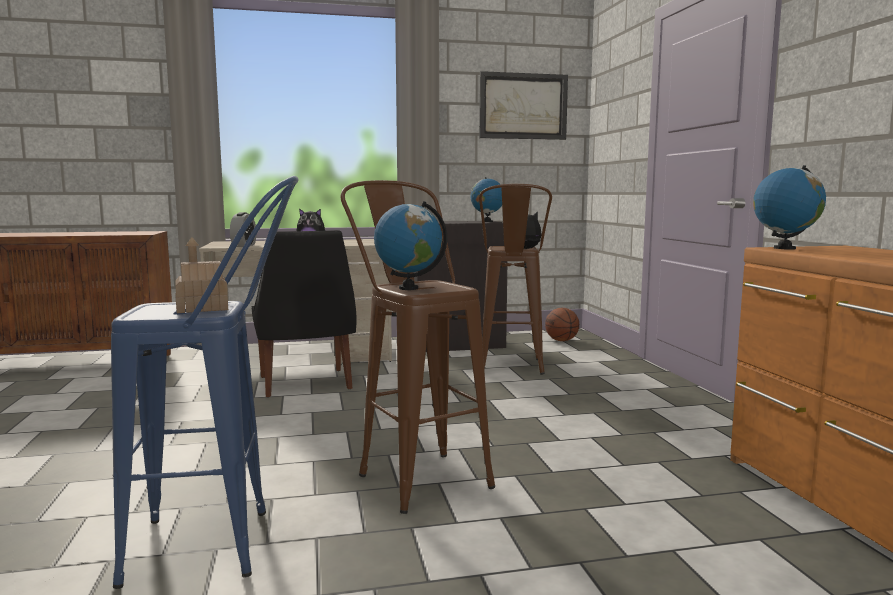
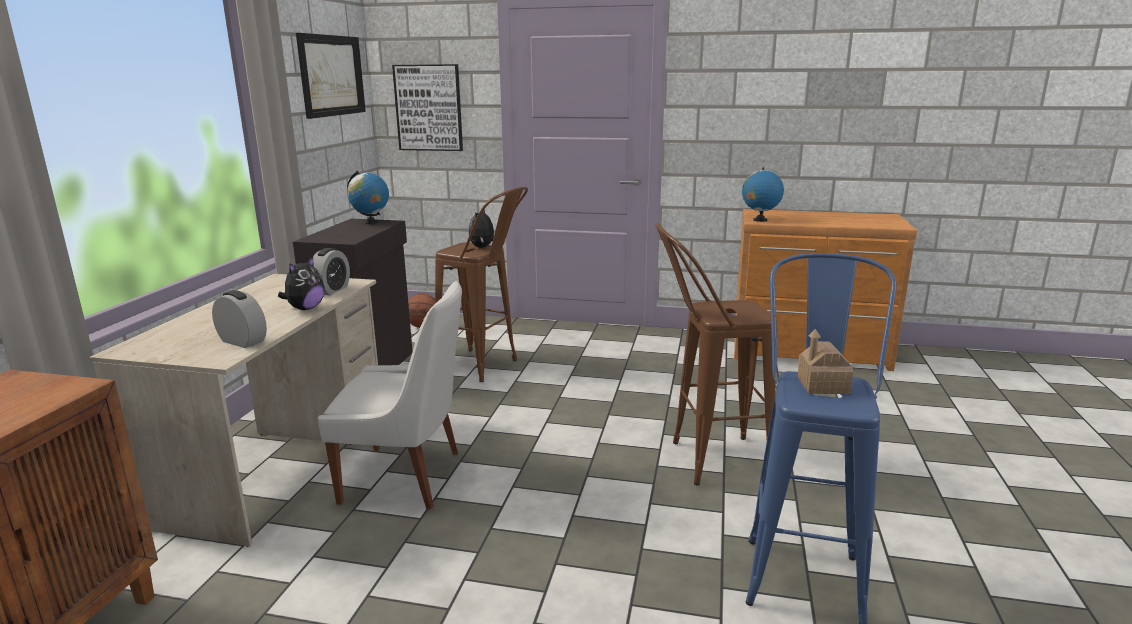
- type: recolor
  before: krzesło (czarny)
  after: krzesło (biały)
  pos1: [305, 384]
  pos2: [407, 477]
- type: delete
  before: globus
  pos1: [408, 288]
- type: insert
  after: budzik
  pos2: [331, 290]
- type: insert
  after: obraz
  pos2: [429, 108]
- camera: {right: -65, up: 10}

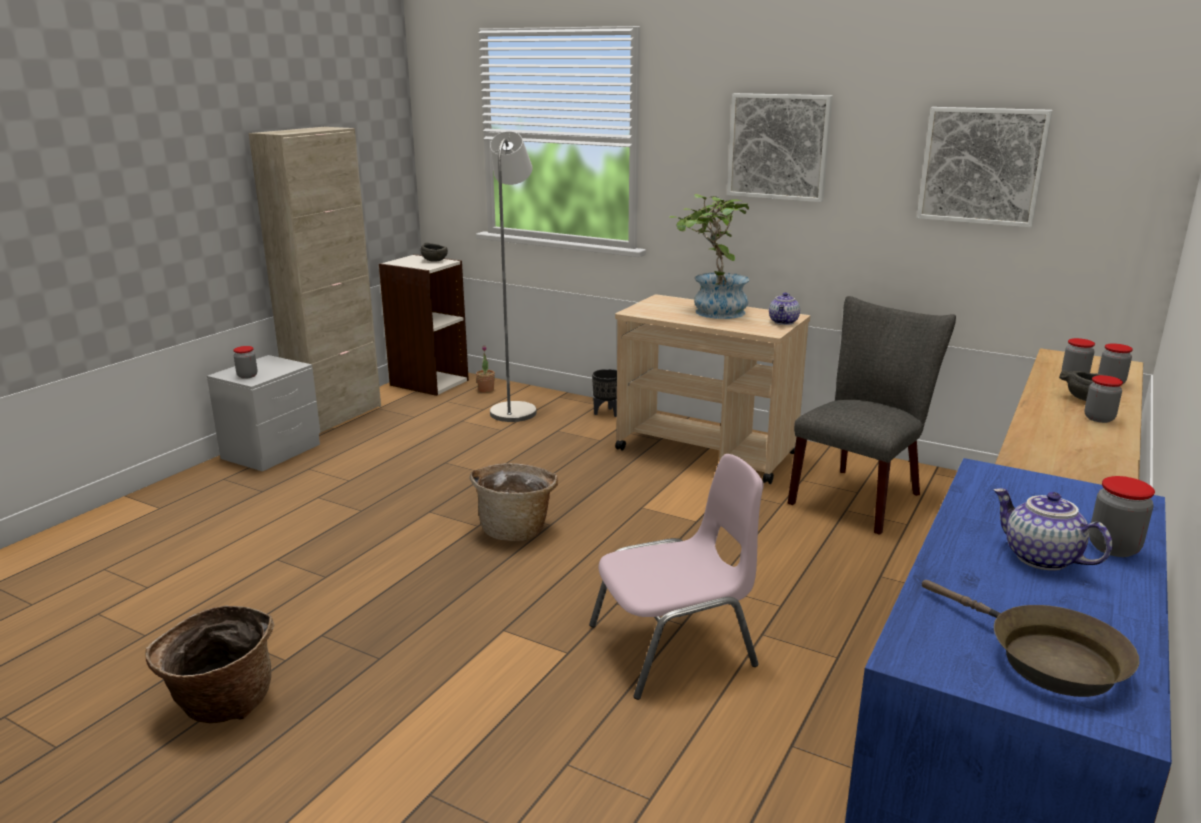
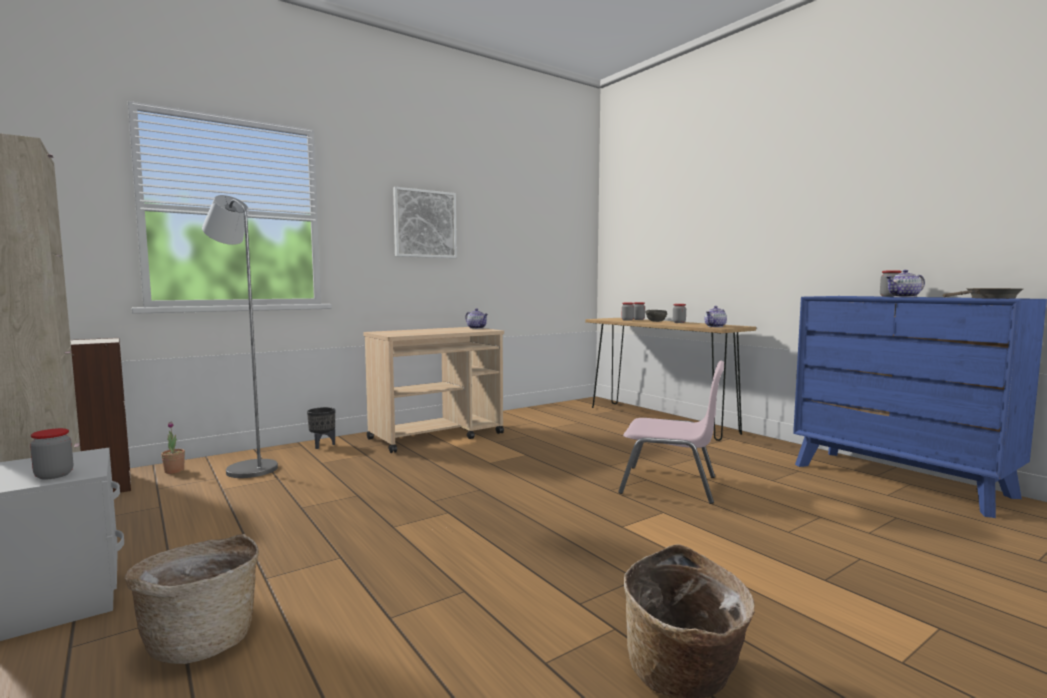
- type: delete
  before: miska (szary)
  pos1: [434, 260]
- type: move
  before: koszyk
  pos1: [516, 529]
  pos2: [202, 639]
- type: rotate
  before: krzesło (różowy)
  pos1: [675, 646]
  pos2: [670, 485]
  turn: 105
- type: delete
  before: roślina doniczkowa
  pos1: [711, 311]
- type: delete
  before: krzesło (szary)
  pos1: [860, 496]
- type: delete
  before: obraz
  pos1: [982, 166]
- type: insert
  after: imbryk
  pos2: [715, 326]
- camera: {right: -65, up: -15}

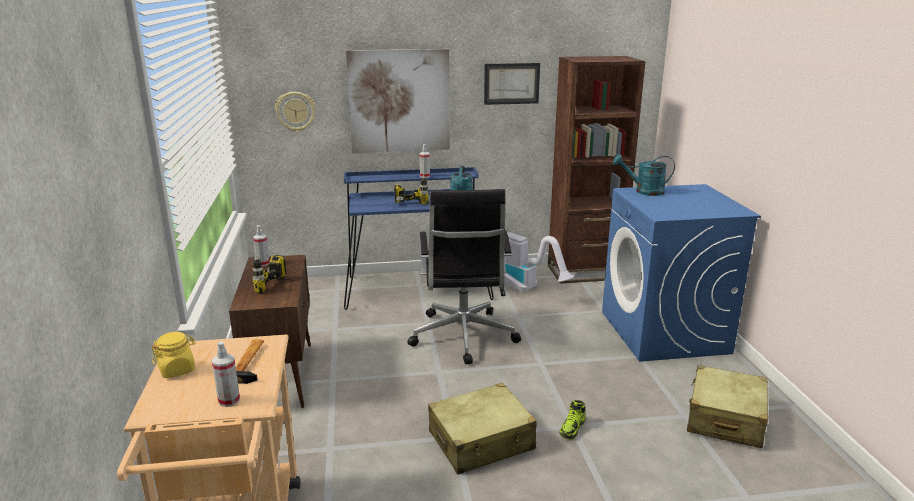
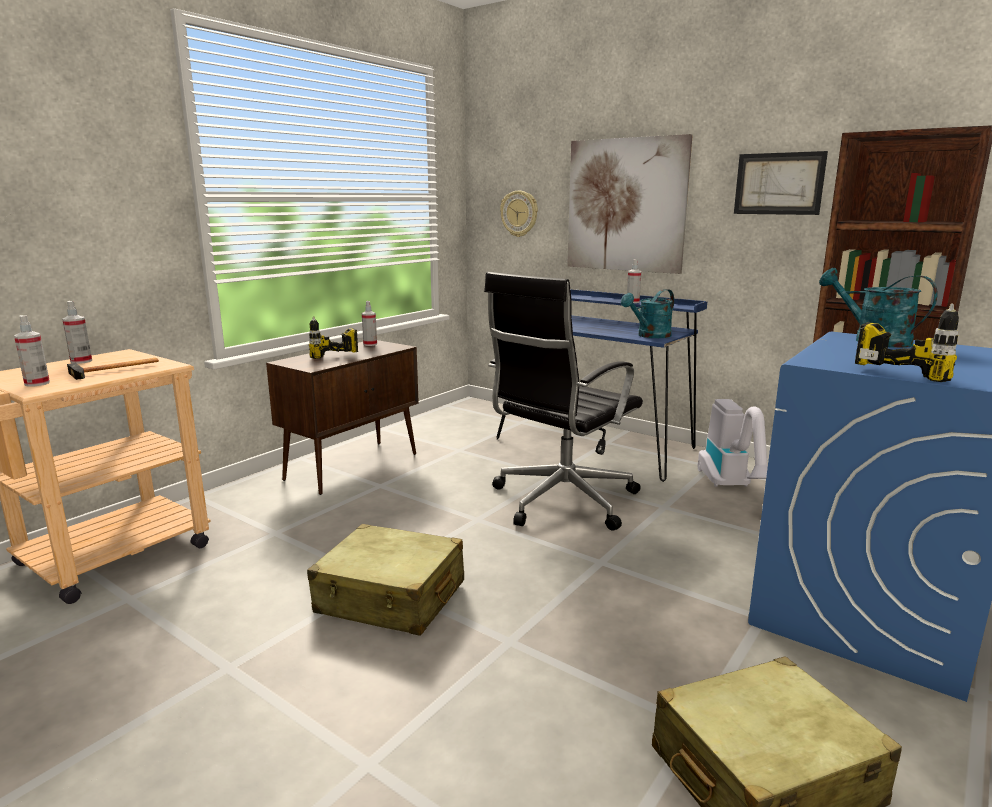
- type: replace
  before: słoik (żółty)
  after: spryskiwacz
  pos1: [177, 370]
  pos2: [81, 361]
- type: move
  before: wiertarka
  pos1: [412, 200]
  pos2: [910, 370]
- type: delete
  before: but
  pos1: [572, 429]
- camera: {right: 45, up: -5}

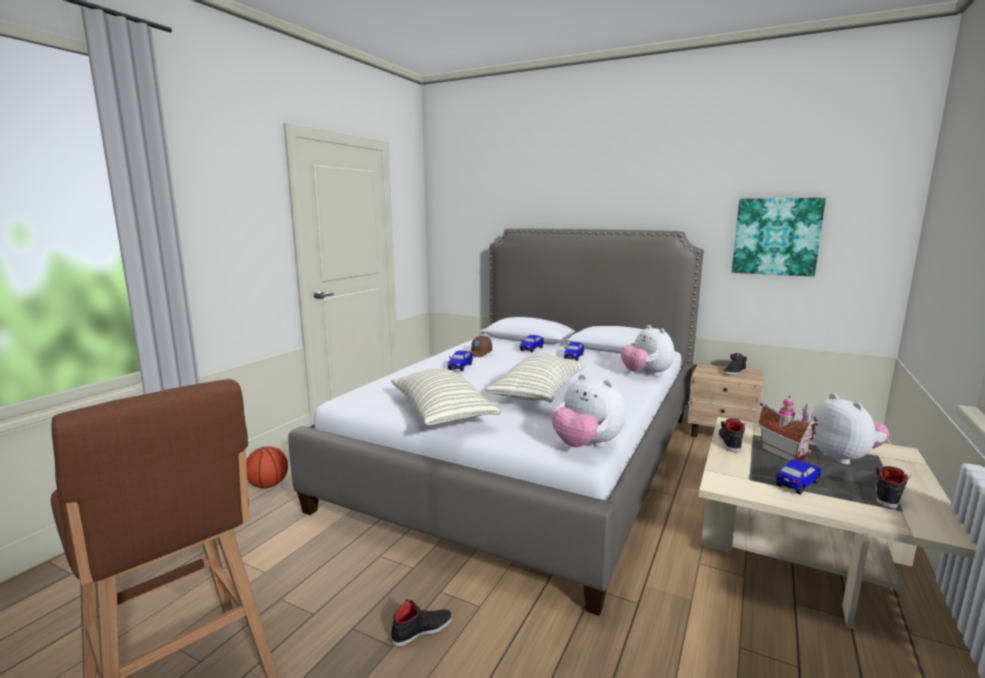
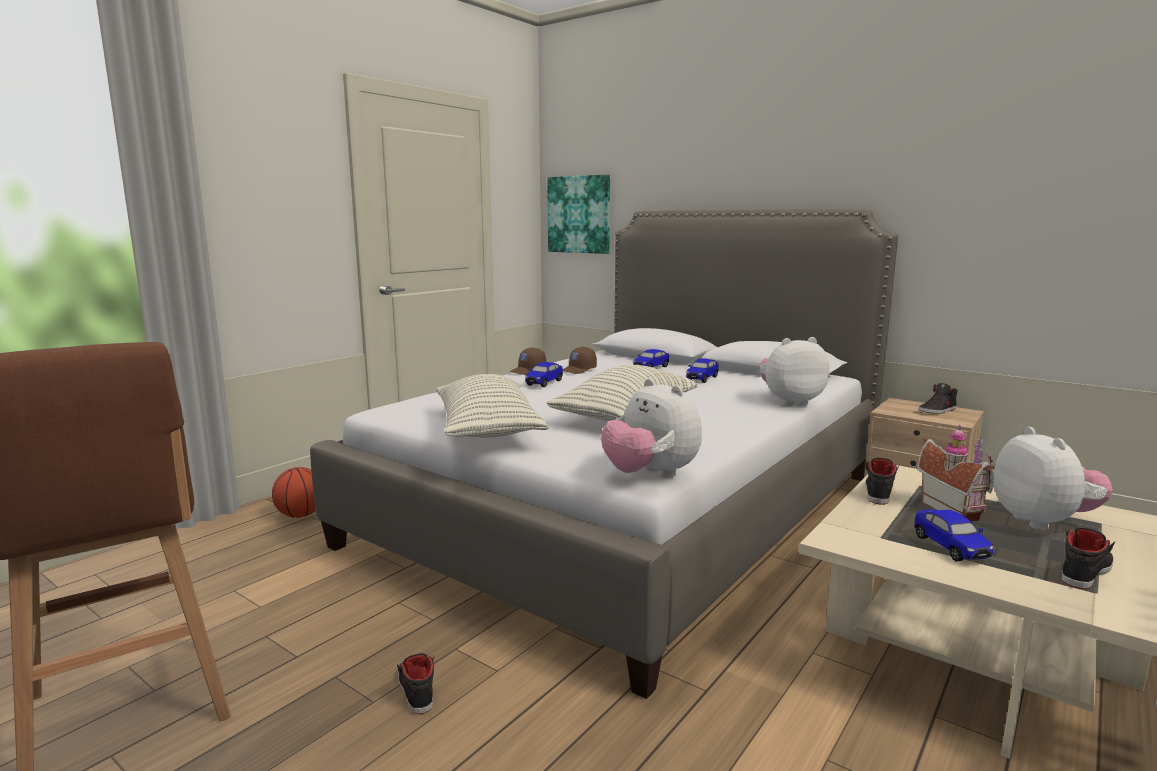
- type: rotate
  before: but (czarny)
  pos1: [422, 630]
  pos2: [415, 688]
  turn: -90
- type: rotate
  before: pluszak
  pos1: [646, 374]
  pos2: [790, 402]
  turn: 90
- type: move
  before: obraz
  pos1: [776, 236]
  pos2: [579, 214]
- type: rotate
  before: samochodzik
  pos1: [797, 484]
  pos2: [950, 547]
  turn: 105
- type: insert
  after: czapka z daszkiem (brązowy)
  pos2: [528, 371]
- camera: {right: 10, up: 0}

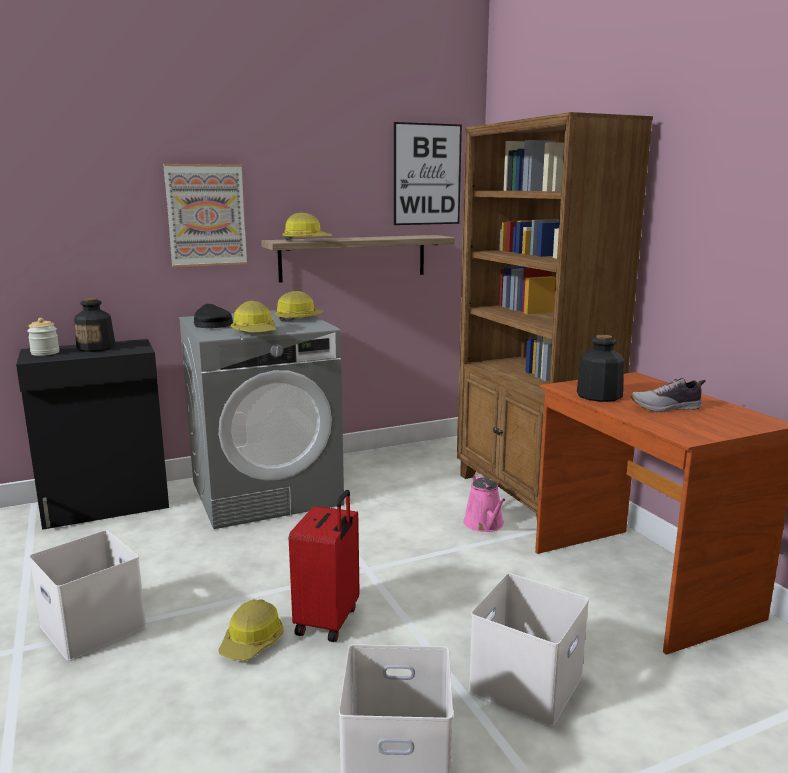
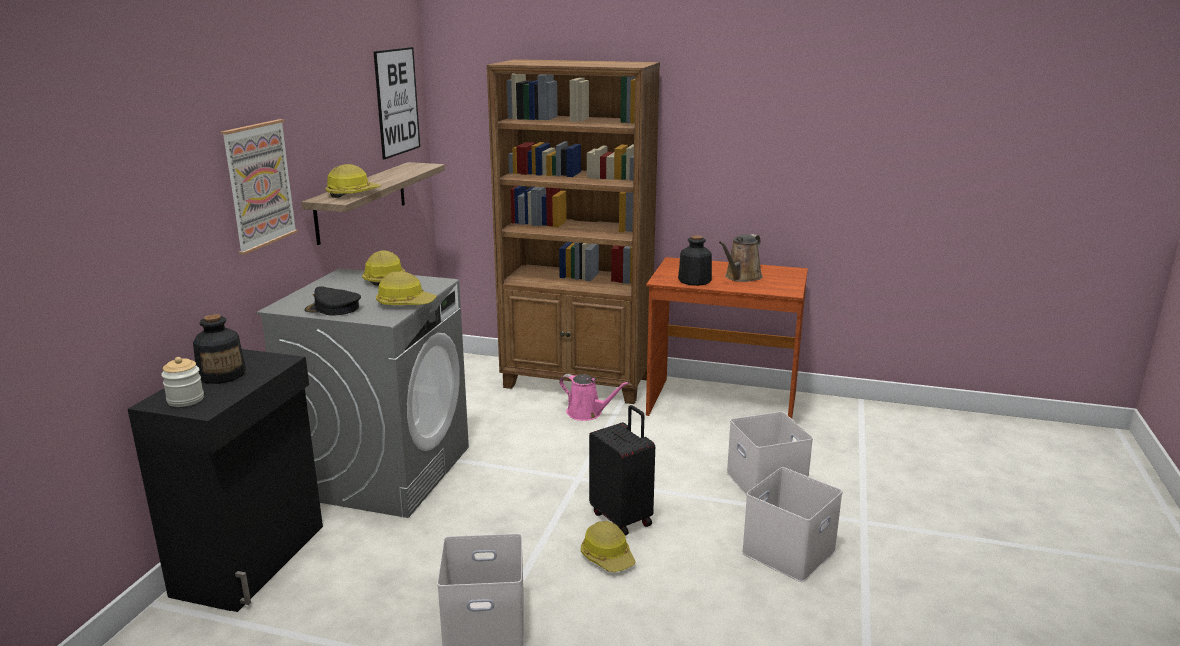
- type: recolor
  before: walizka (czerwony)
  after: walizka (czarny)
  pos1: [329, 621]
  pos2: [622, 518]
- type: replace
  before: but
  after: konewka (brązowy)
  pos1: [666, 408]
  pos2: [741, 277]
- camera: {right: -50, up: 5}

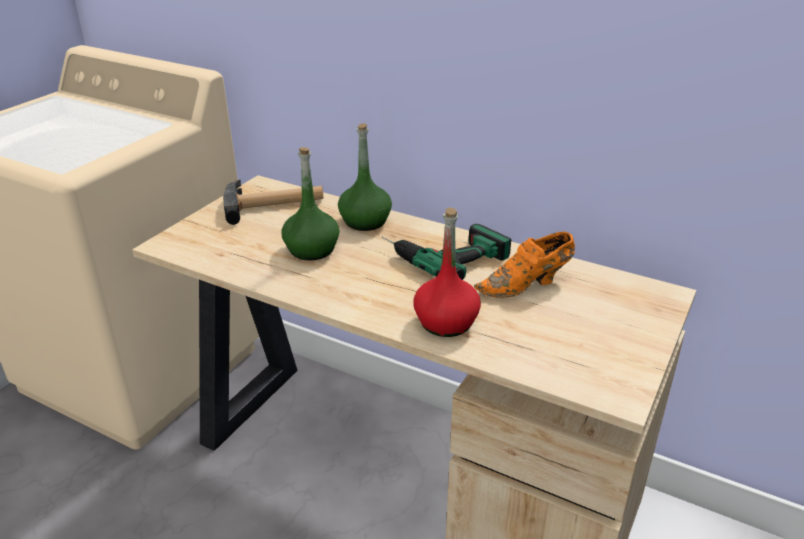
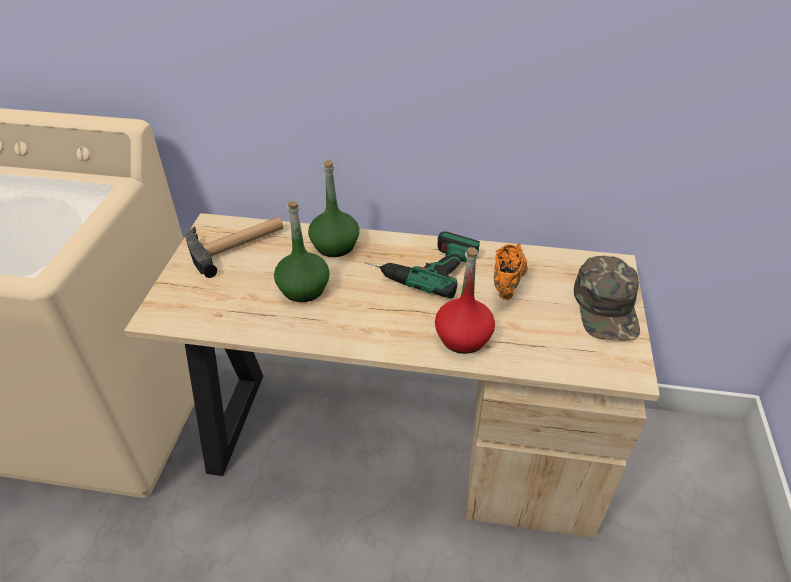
- type: rotate
  before: but (pomarańczowy)
  pos1: [527, 285]
  pos2: [507, 282]
  turn: 150
- type: insert
  after: czapka z daszkiem (zielony)
  pos2: [607, 307]
- camera: {right: -20, up: 10}

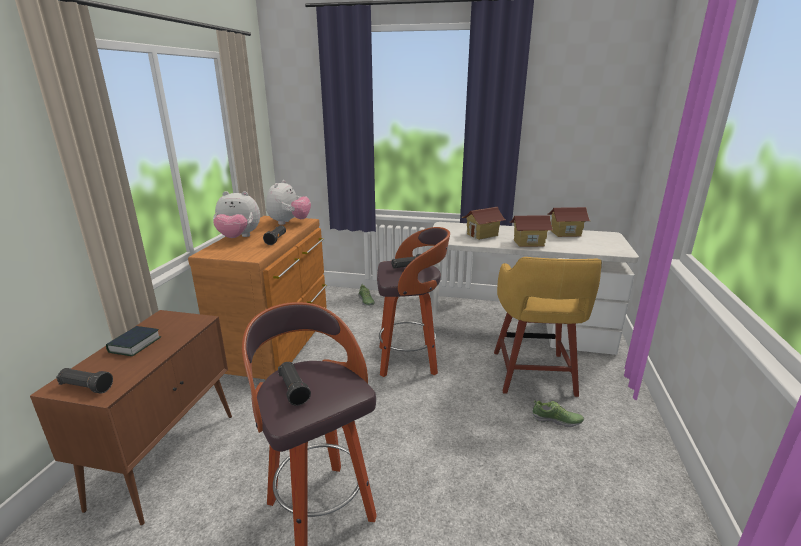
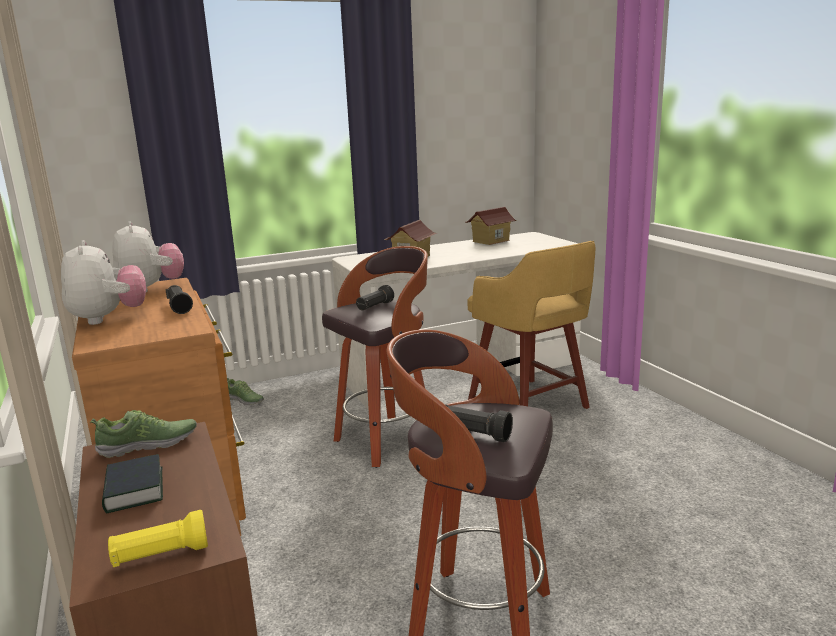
- type: recolor
  before: latarka (czarny)
  after: latarka (żółty)
  pos1: [86, 387]
  pos2: [161, 555]
- type: rotate
  before: pluszak
  pos1: [239, 238]
  pos2: [108, 318]
  turn: -75
- type: delete
  before: domek
  pos1: [528, 243]
- type: move
  before: but
  pos1: [556, 420]
  pos2: [148, 445]
- camera: {right: -35, up: -5}

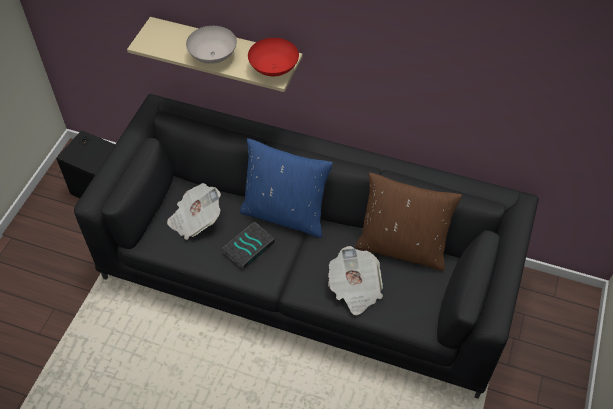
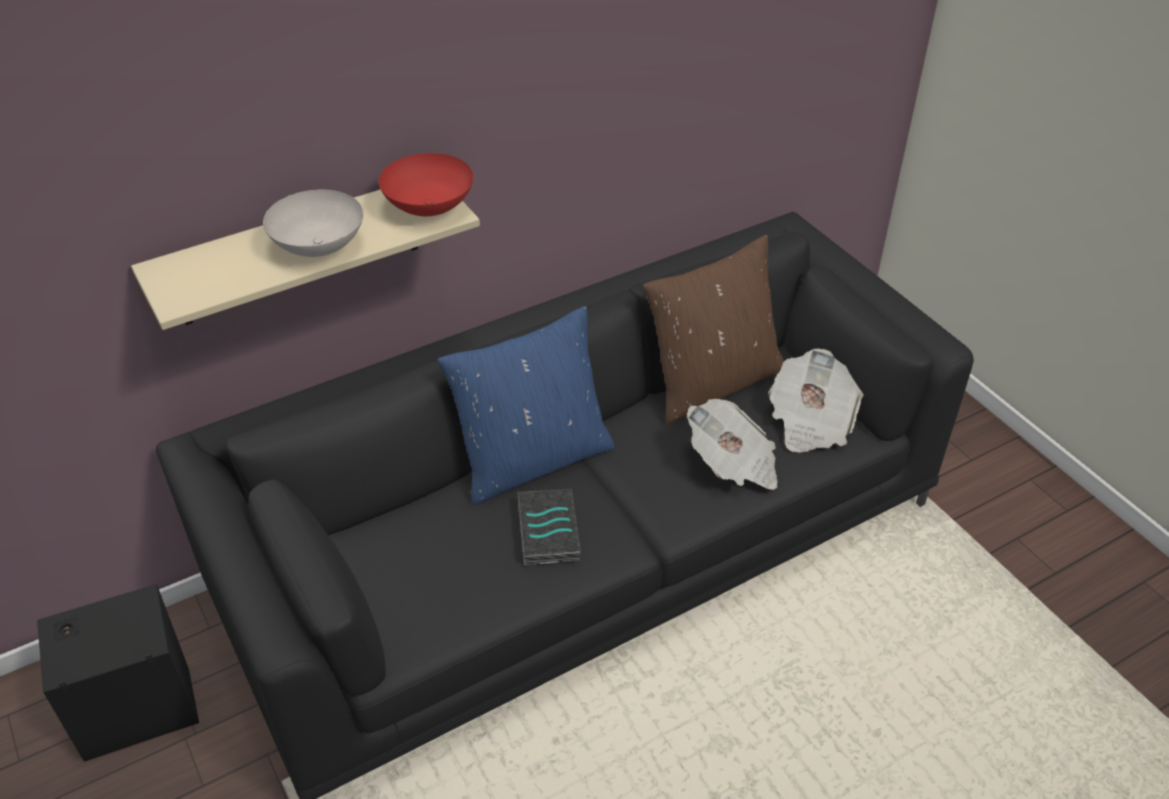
- type: move
  before: gazeta
  pos1: [195, 220]
  pos2: [810, 421]
- camera: {right: -50, up: -10}

